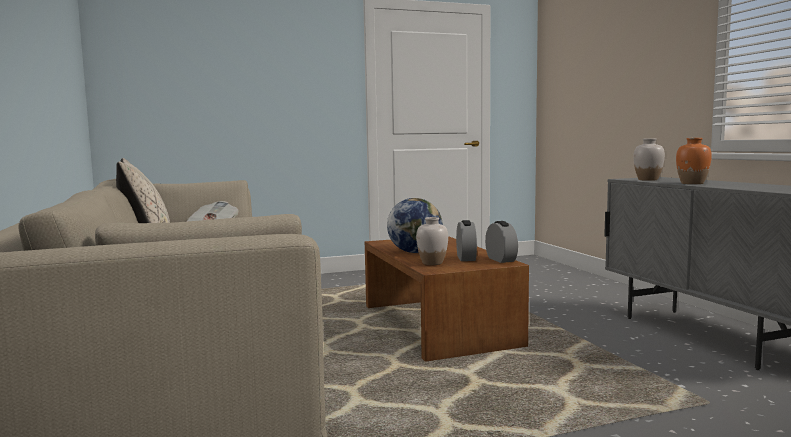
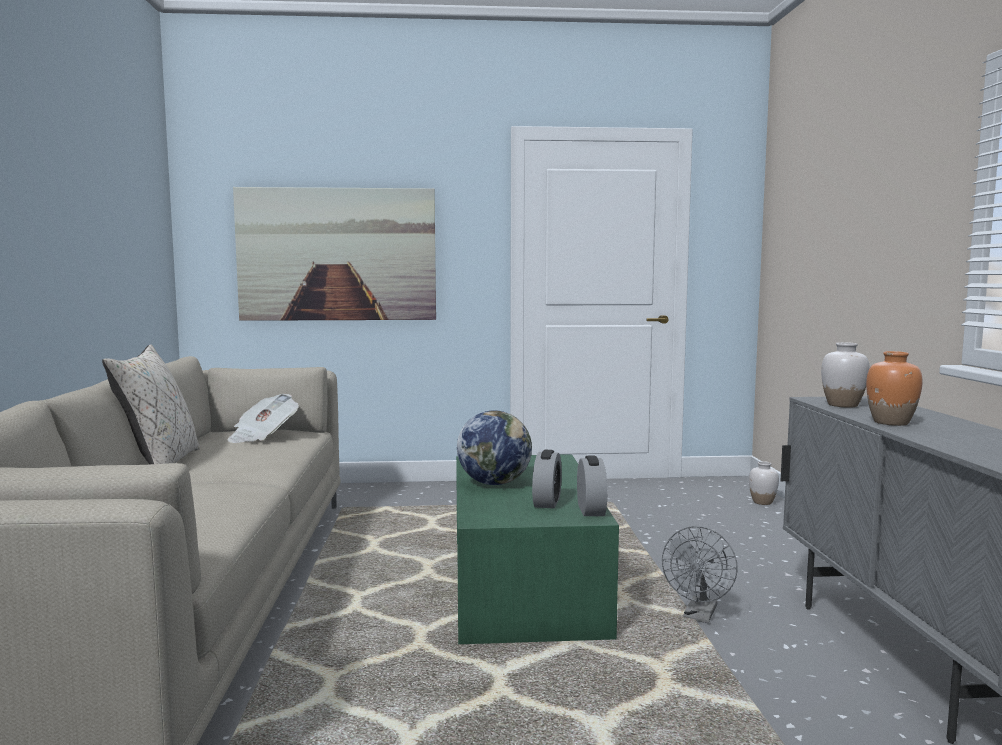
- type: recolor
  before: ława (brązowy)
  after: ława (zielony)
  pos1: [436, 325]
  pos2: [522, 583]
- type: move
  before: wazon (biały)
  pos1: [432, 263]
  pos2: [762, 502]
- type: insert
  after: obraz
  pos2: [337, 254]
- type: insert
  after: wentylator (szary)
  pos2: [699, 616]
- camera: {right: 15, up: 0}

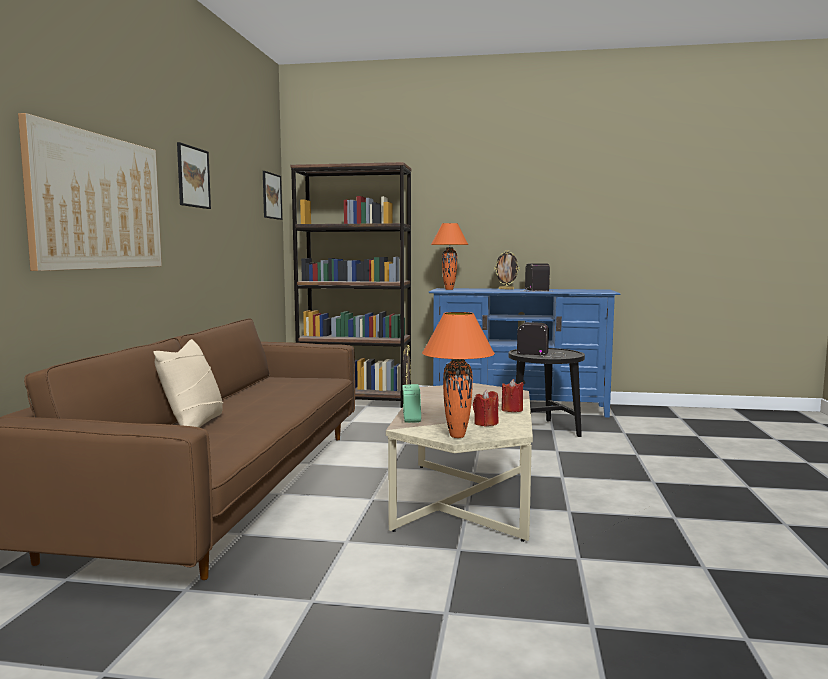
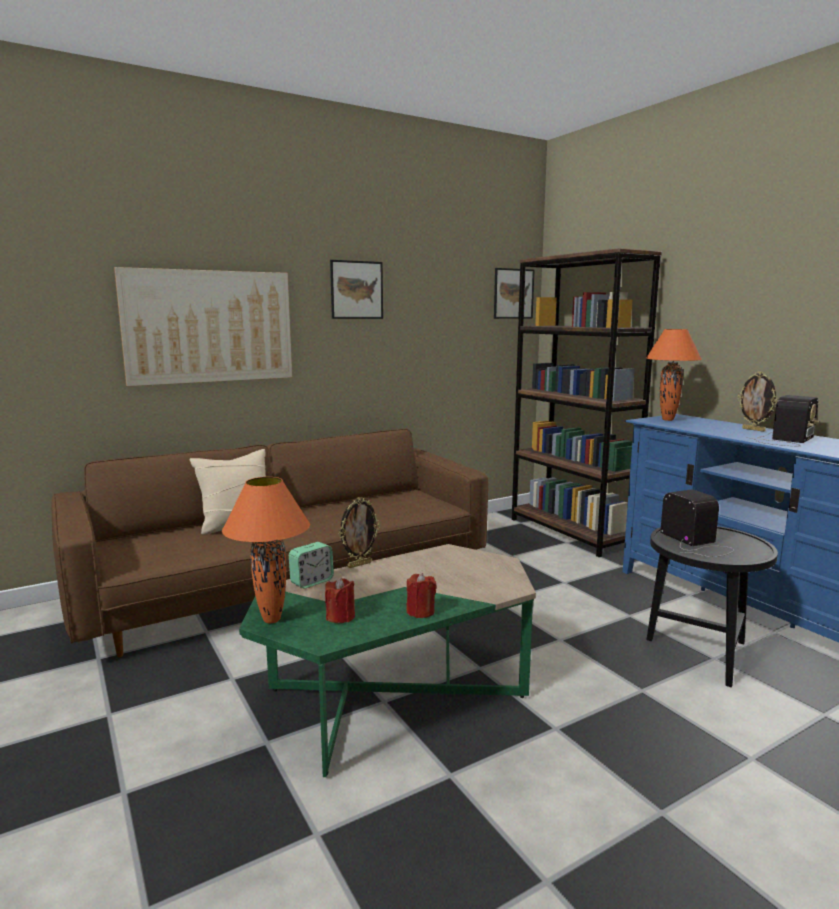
- type: recolor
  before: ława (beżowy)
  after: ława (zielony)
  pos1: [464, 499]
  pos2: [396, 693]
- camera: {right: 50, up: 5}

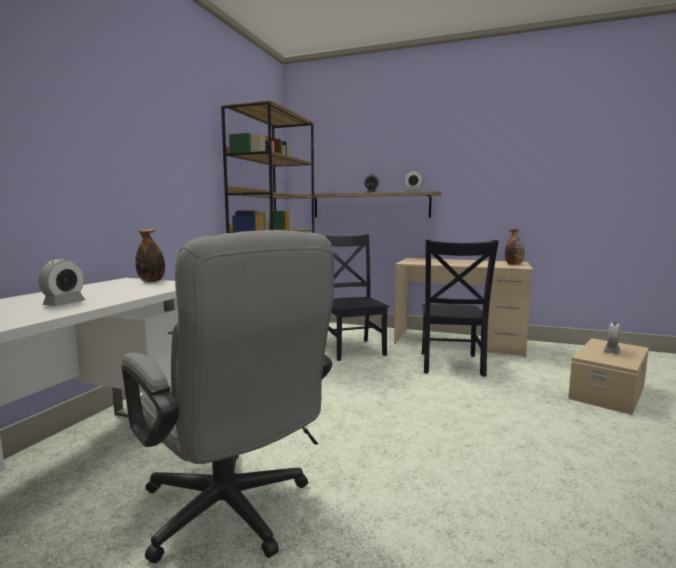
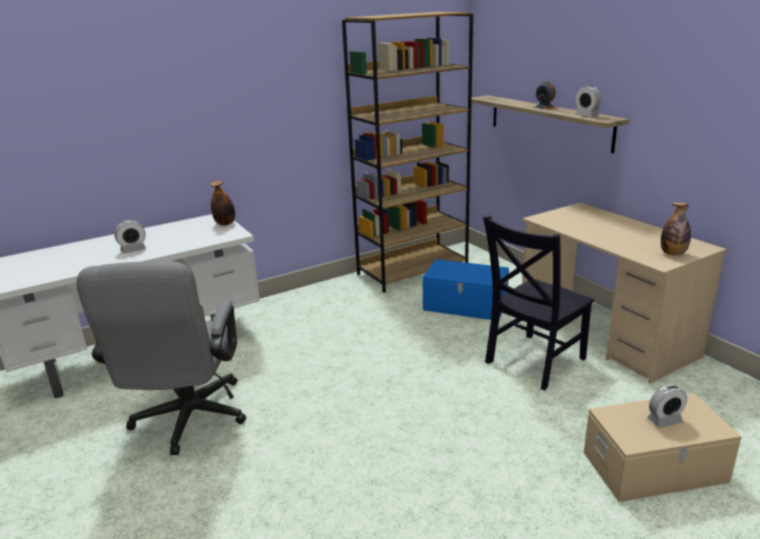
- type: replace
  before: krzesło (czarny)
  after: pojemnik do przechowywania (niebieski)
  pos1: [352, 348]
  pos2: [465, 305]
- camera: {right: 40, up: 15}

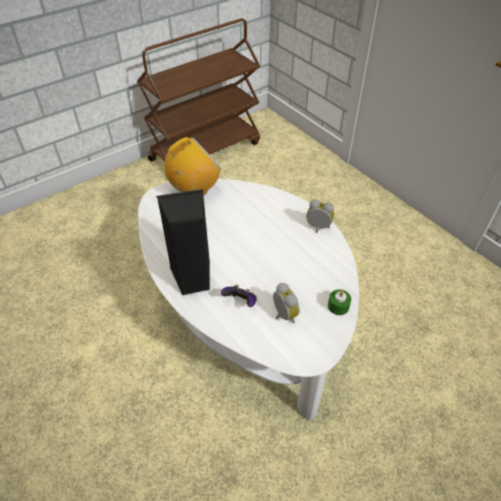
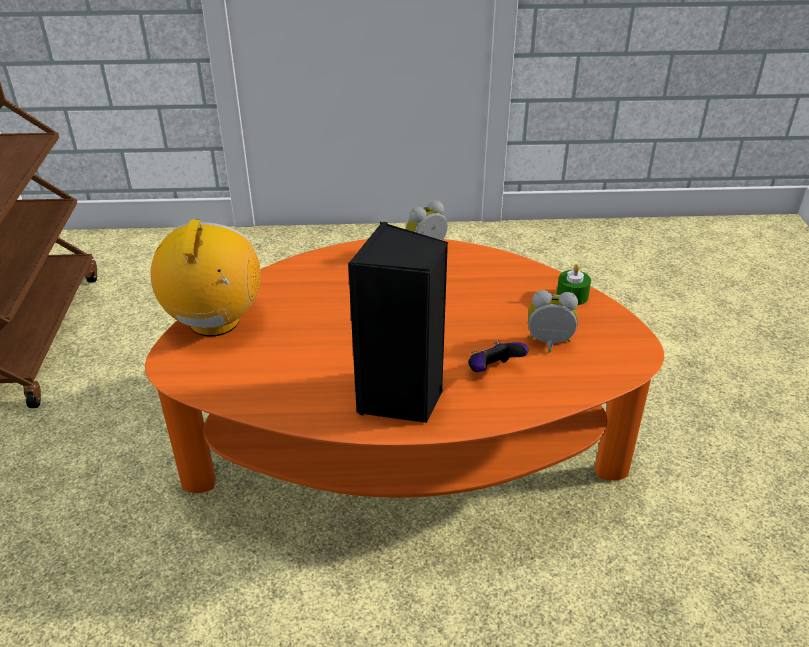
- type: recolor
  before: ława (biały)
  after: ława (pomarańczowy)
  pos1: [246, 312]
  pos2: [405, 451]
- camera: {right: -55, up: -10}

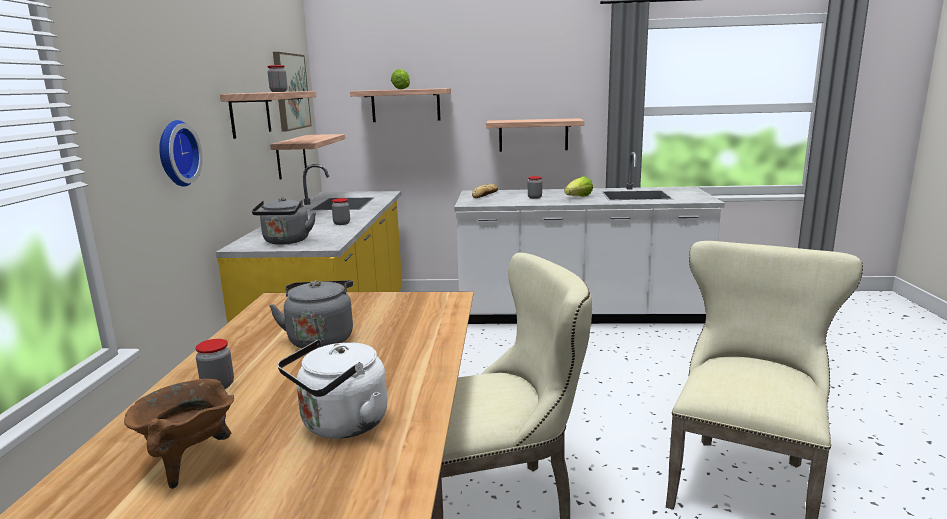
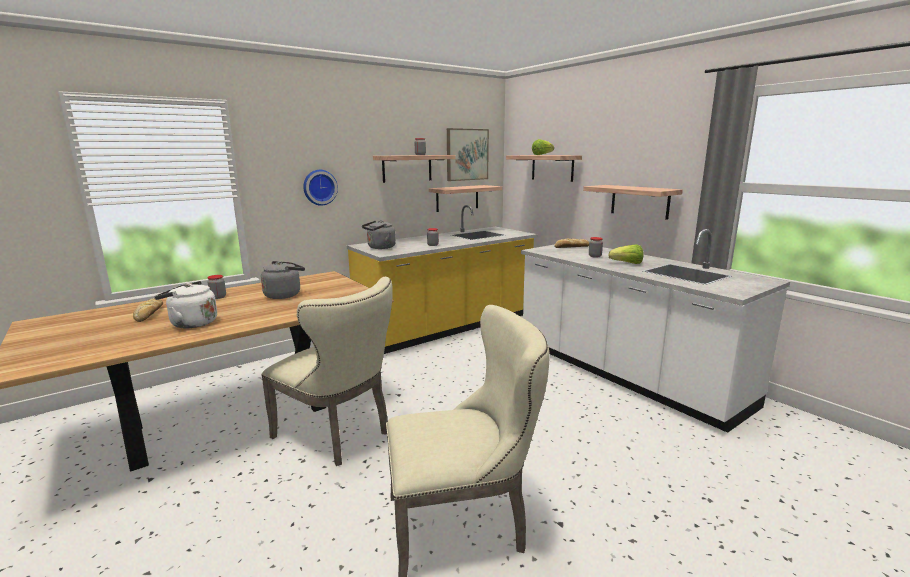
- type: replace
  before: garnek (brązowy)
  after: chleb
  pos1: [189, 461]
  pos2: [149, 314]
- camera: {right: 50, up: 0}

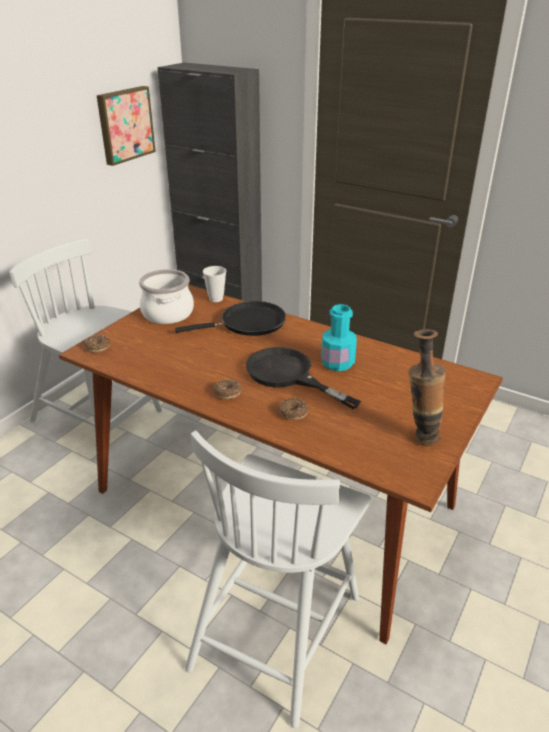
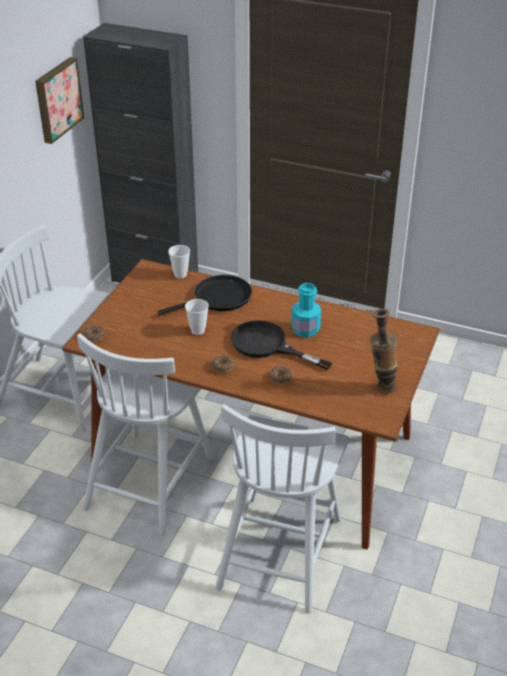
- type: delete
  before: garnek
  pos1: [167, 313]
- type: insert
  after: krzesło (biały)
  pos2: [150, 480]
- type: insert
  after: filiżanka
  pos2: [198, 330]
- camera: {right: -10, up: 5}

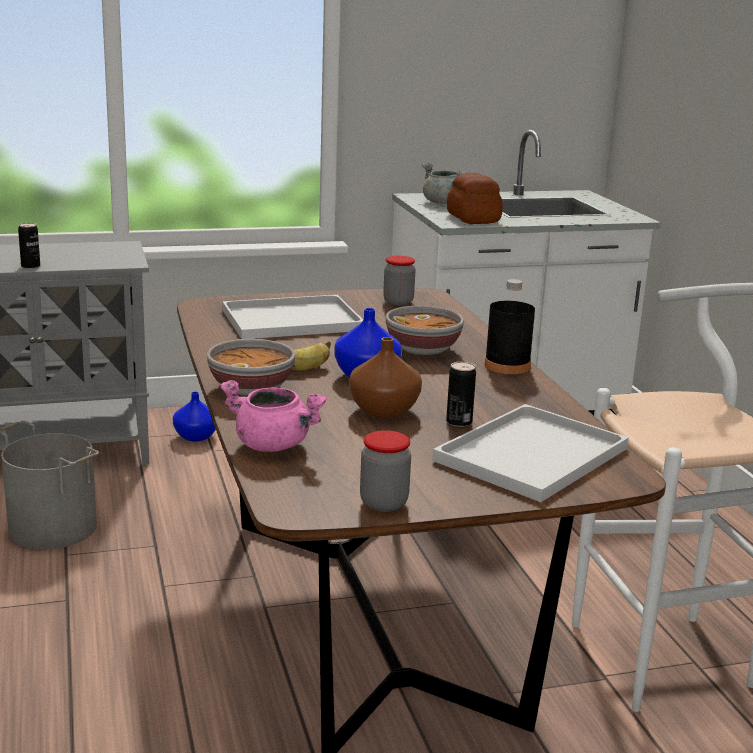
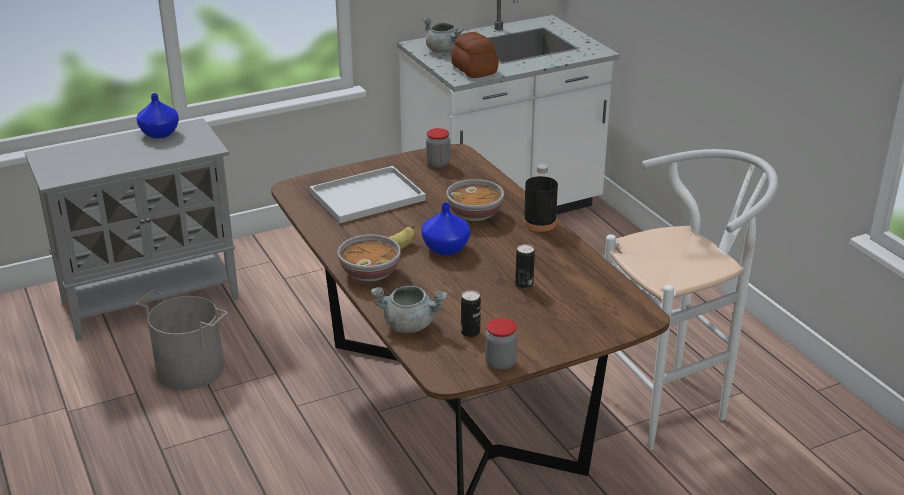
- type: move
  before: puszka
  pos1: [30, 266]
  pos2: [470, 332]
- type: move
  before: wazon (niebieski)
  pos1: [196, 436]
  pos2: [160, 133]
- type: recolor
  before: garnek (różowy)
  after: garnek (szary)
  pos1: [273, 445]
  pos2: [409, 325]
- type: delete
  before: wazon (brązowy)
  pos1: [385, 410]
- type: delete
  before: taca (biały)
  pos1: [532, 453]
- camera: {right: -10, up: 10}

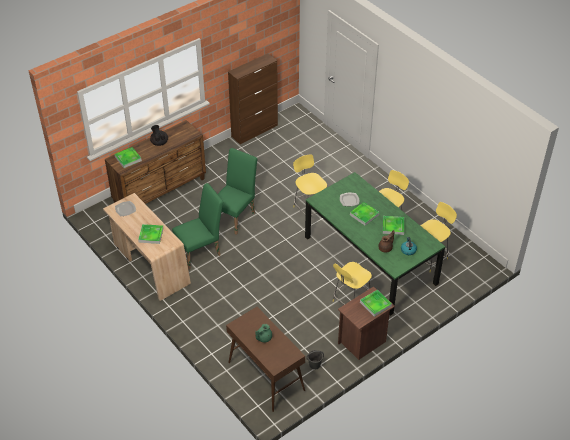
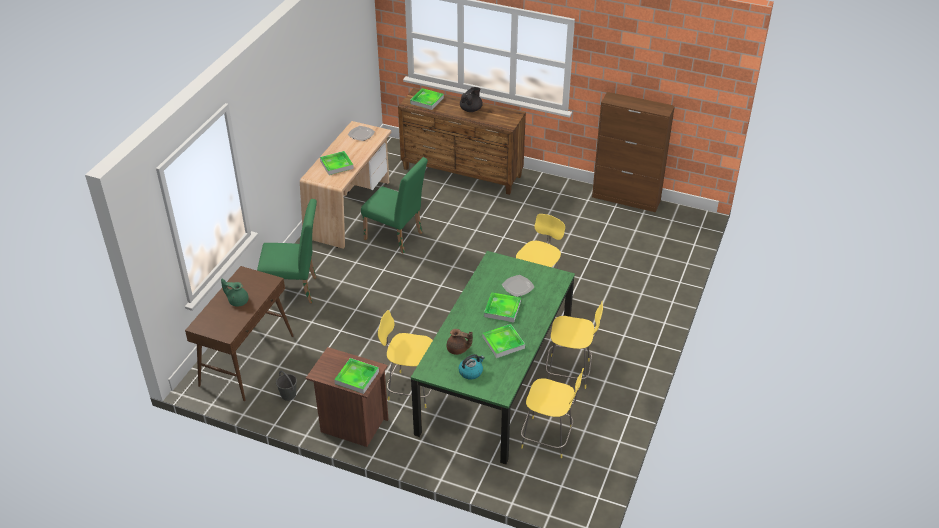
- type: move
  before: krzesło (zielony)
  pos1: [236, 216]
  pos2: [295, 290]
- camera: {right: 60, up: -5}

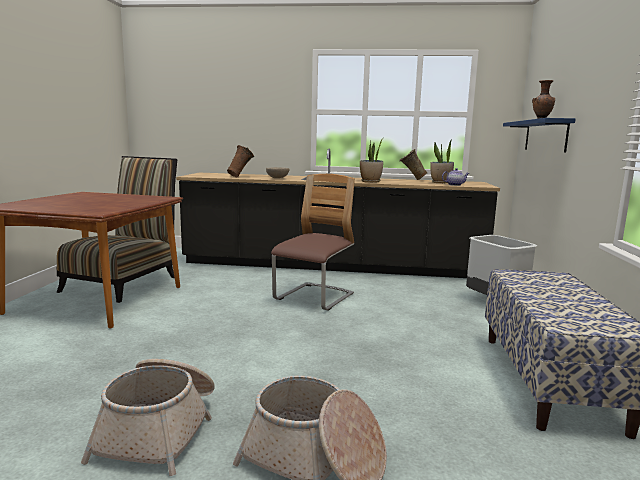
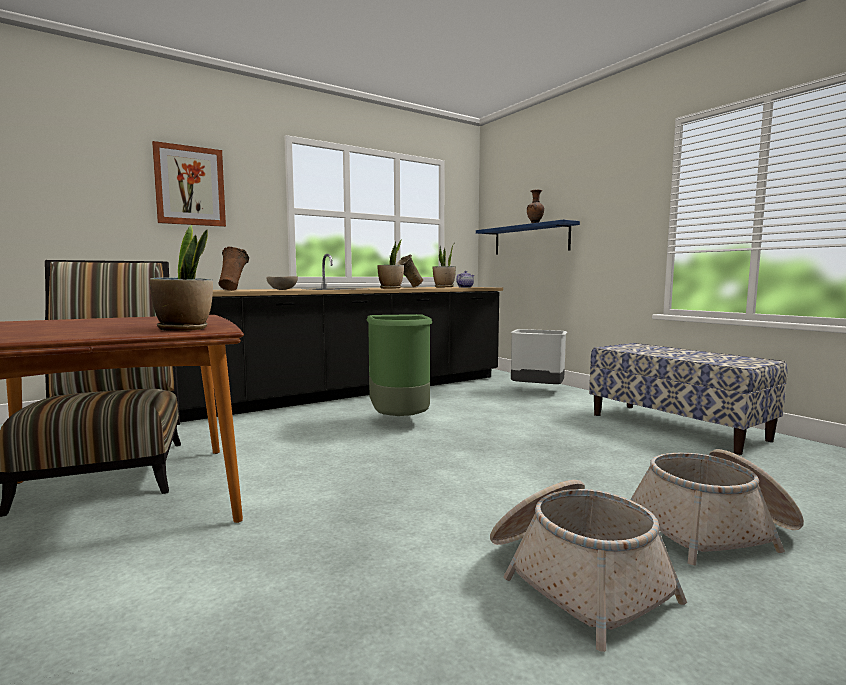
- type: replace
  before: krzesło
  after: kosz na śmieci (zielony)
  pos1: [314, 298]
  pos2: [400, 421]
- type: insert
  after: roślina doniczkowa
  pos2: [184, 329]
- type: insert
  after: obraz
  pos2: [190, 186]
- camera: {right: -40, up: -5}

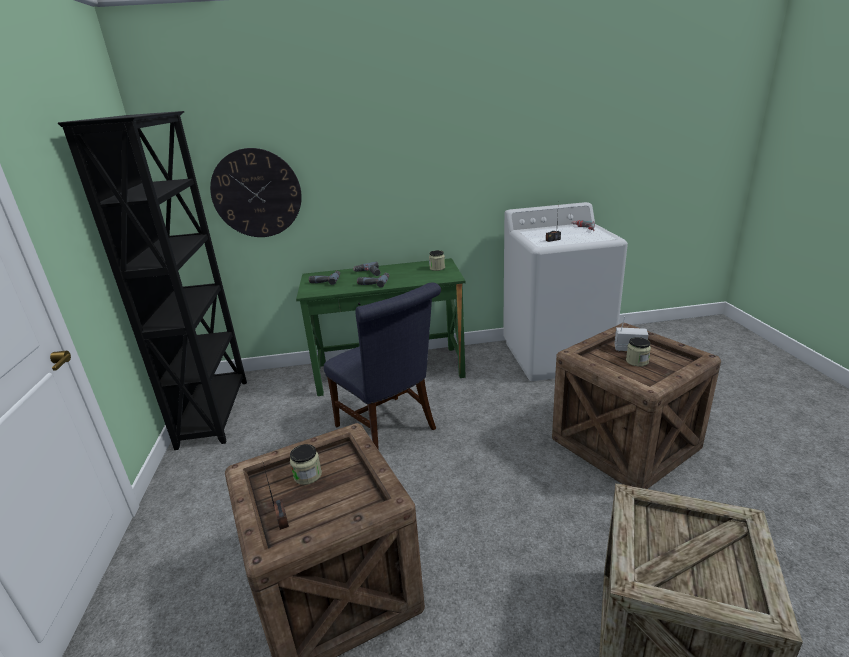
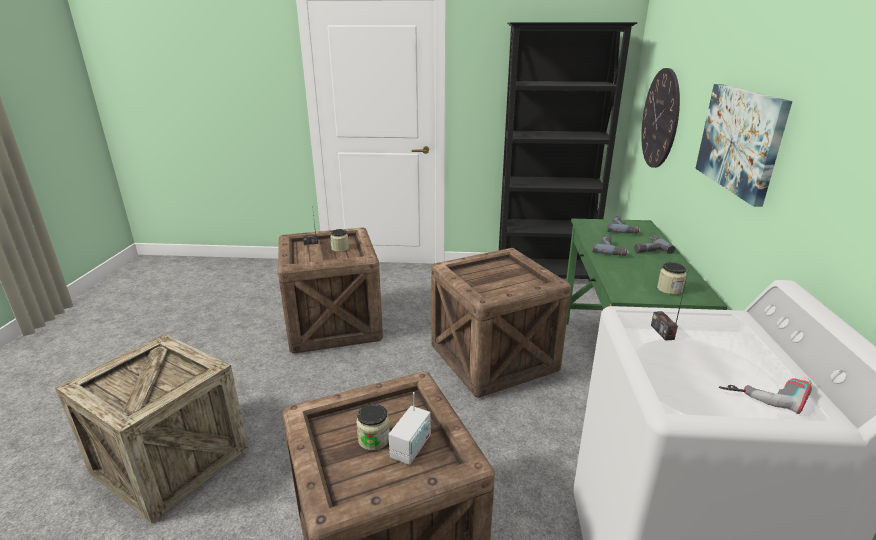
- type: replace
  before: krzesło (niebieski)
  after: skrzynka
  pos1: [389, 429]
  pos2: [491, 358]
- type: insert
  after: obraz
  pos2: [740, 140]
- camera: {right: 100, up: 0}

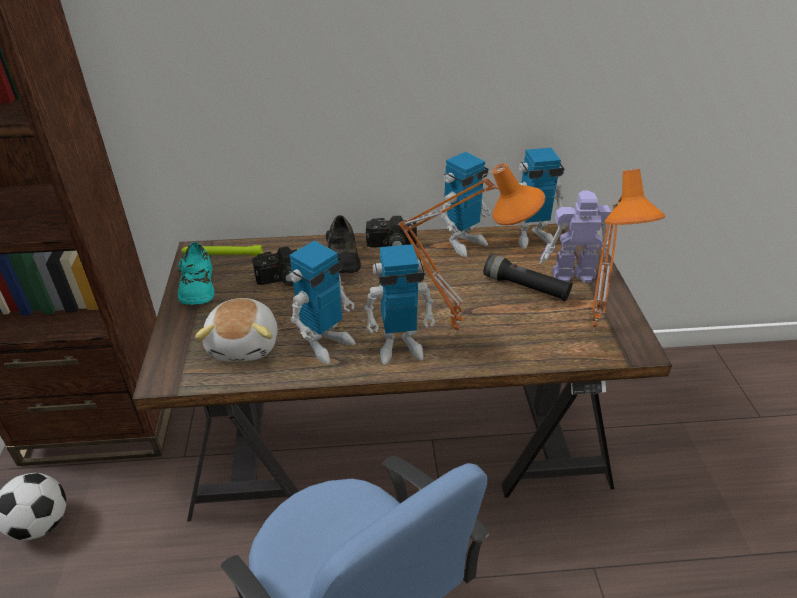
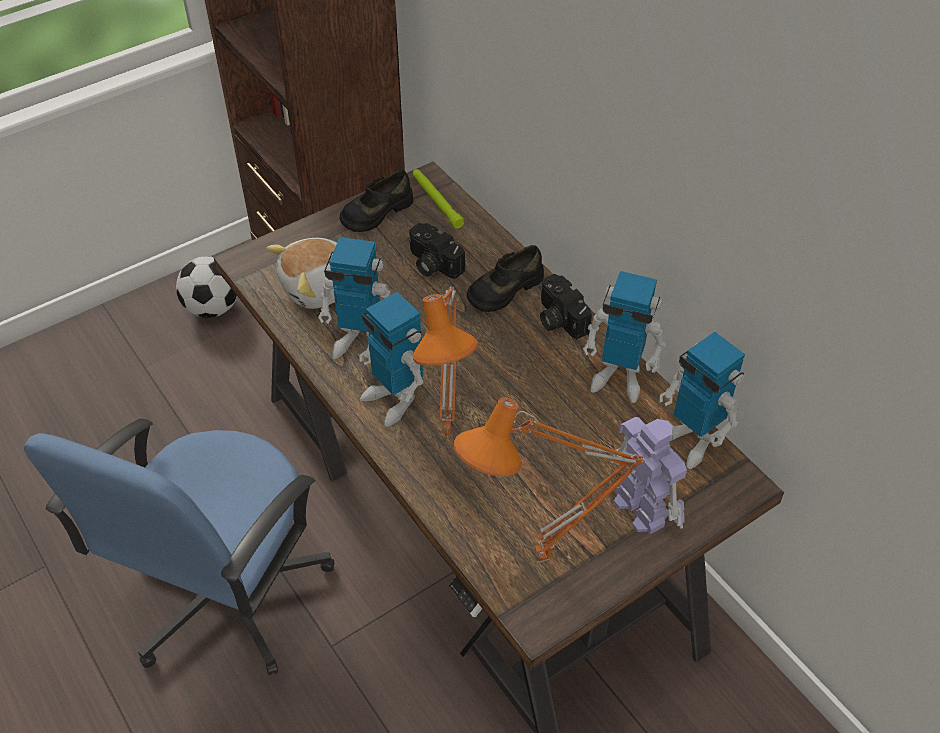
- type: recolor
  before: but (turkusowy)
  after: but (czarny)
  pos1: [197, 286]
  pos2: [376, 212]
- type: delete
  before: latarka (czarny)
  pos1: [525, 287]
- camera: {right: 60, up: 10}

